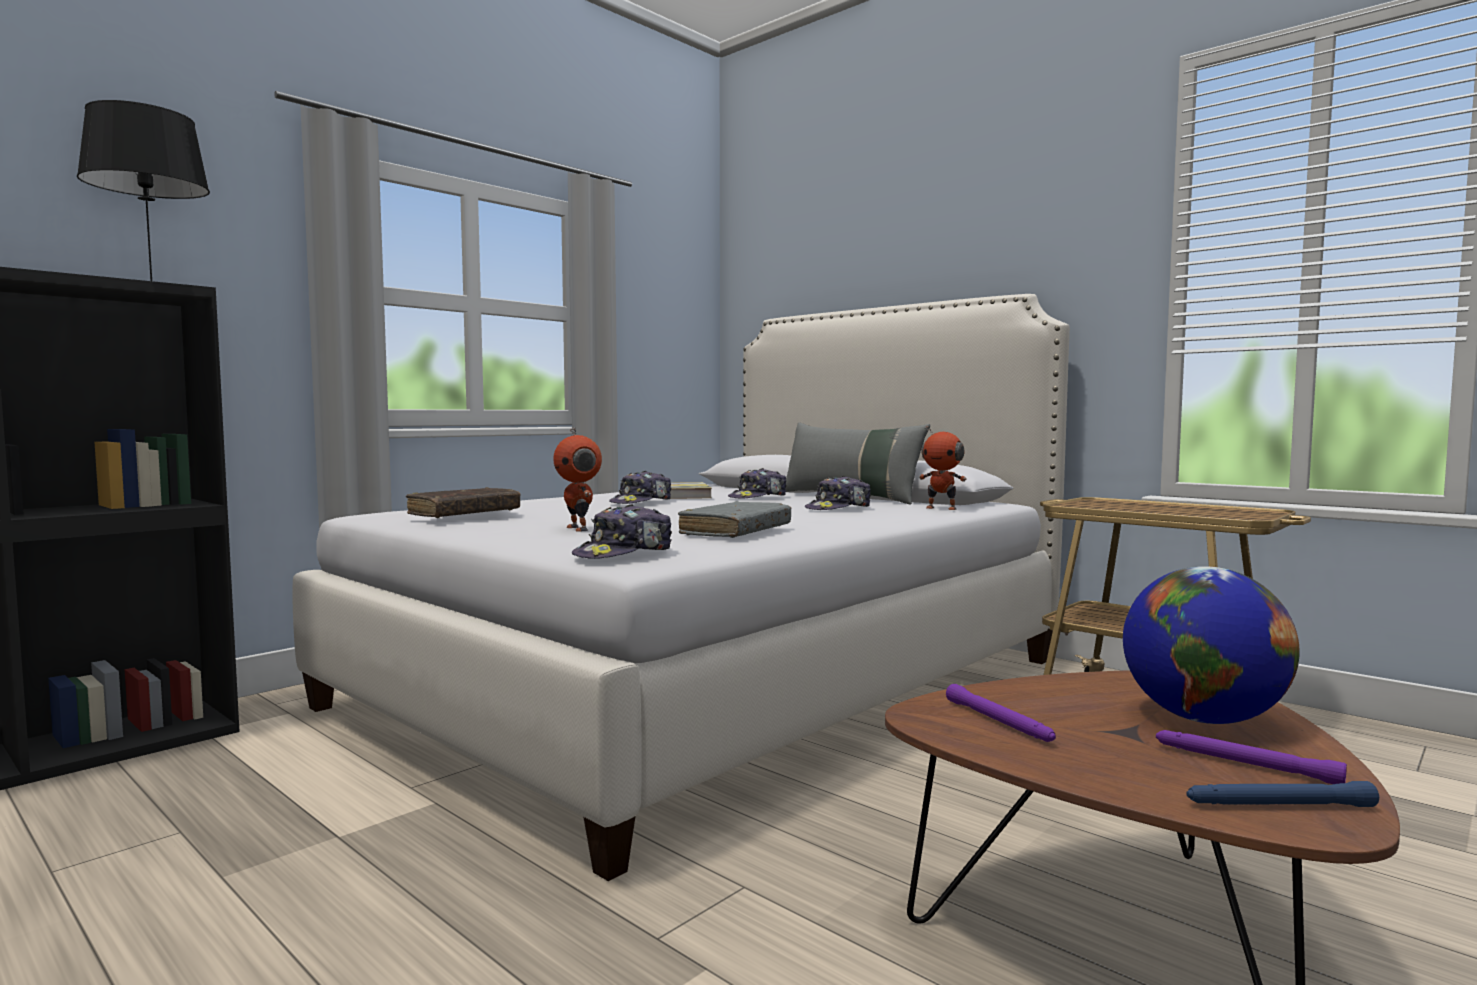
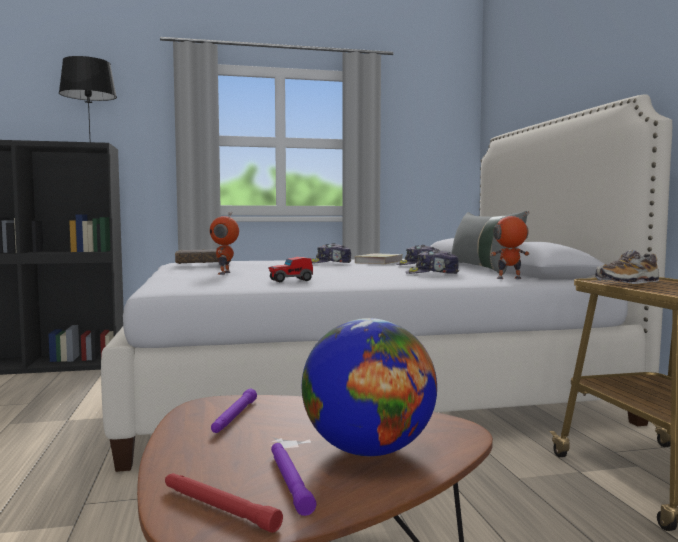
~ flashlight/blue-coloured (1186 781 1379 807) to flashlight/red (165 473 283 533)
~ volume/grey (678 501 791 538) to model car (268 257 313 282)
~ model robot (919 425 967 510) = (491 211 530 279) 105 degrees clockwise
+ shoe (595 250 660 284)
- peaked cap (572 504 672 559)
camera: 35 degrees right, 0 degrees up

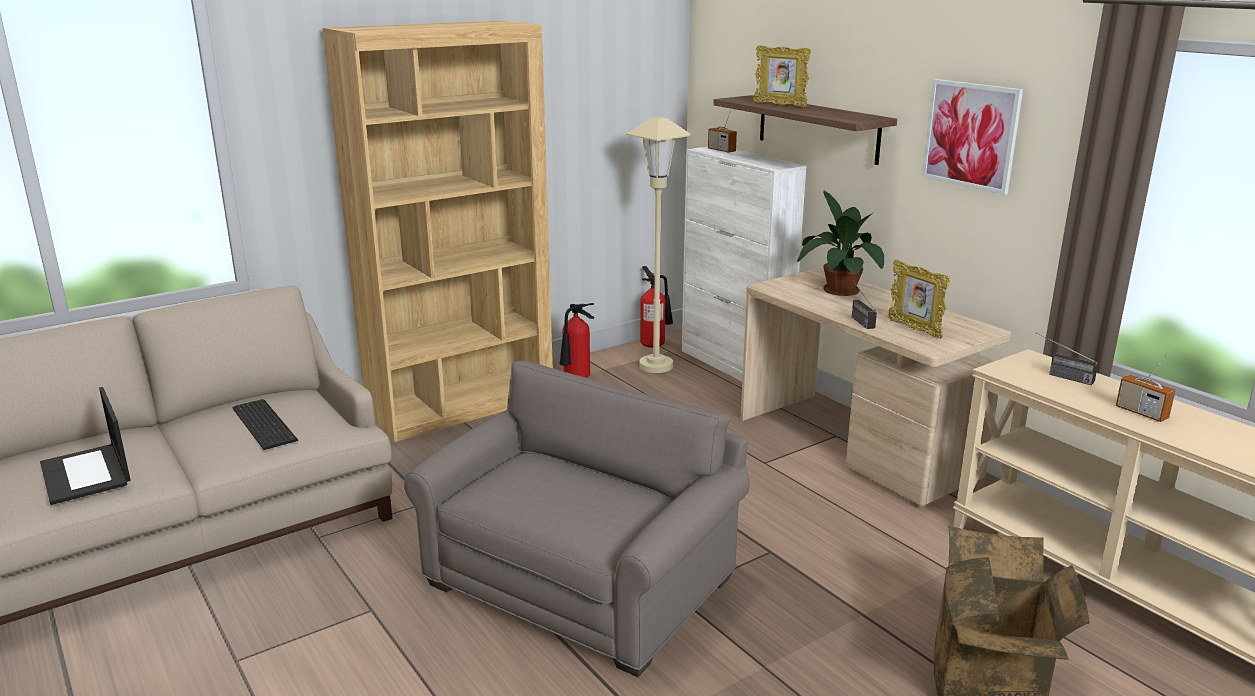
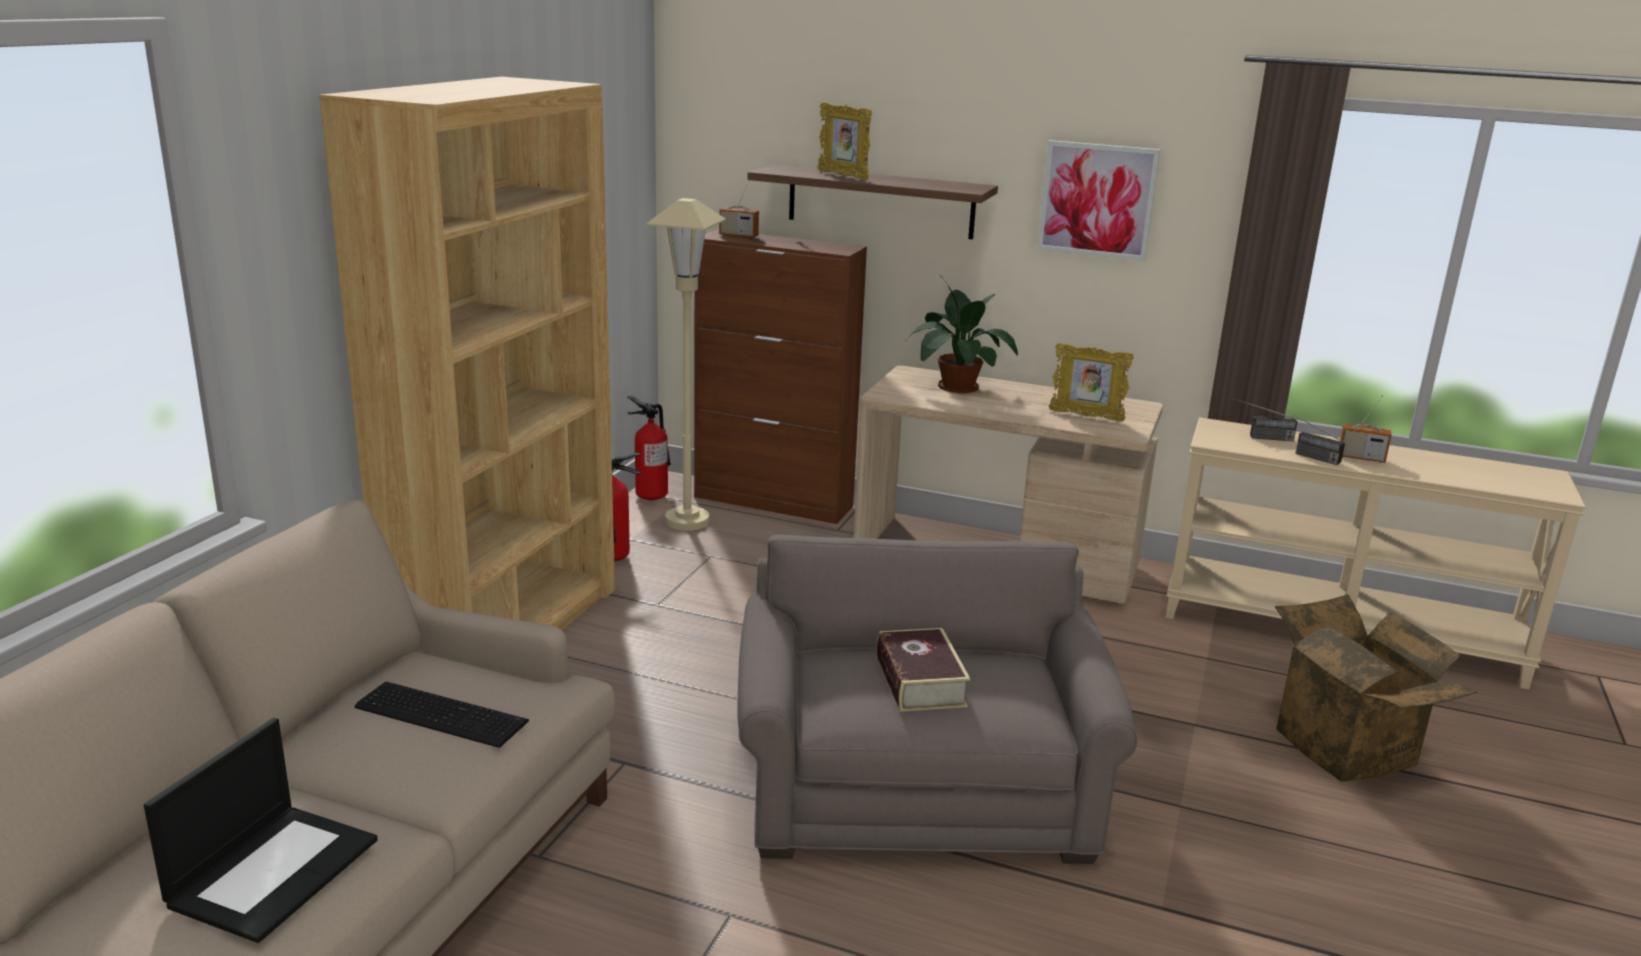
~ notebook computer (40 387 130 505) = (144 718 378 943) 90 degrees counterclockwise
~ storage cabinet/white (682 147 806 381) to storage cabinet/brown (694 229 867 524)
~ standing frame (753 45 811 107) = (818 102 872 180) 45 degrees clockwise
+ volume (877 628 970 712)
~ radio (852 281 877 329) to (1284 410 1345 465)
camera: 35 degrees left, 0 degrees up

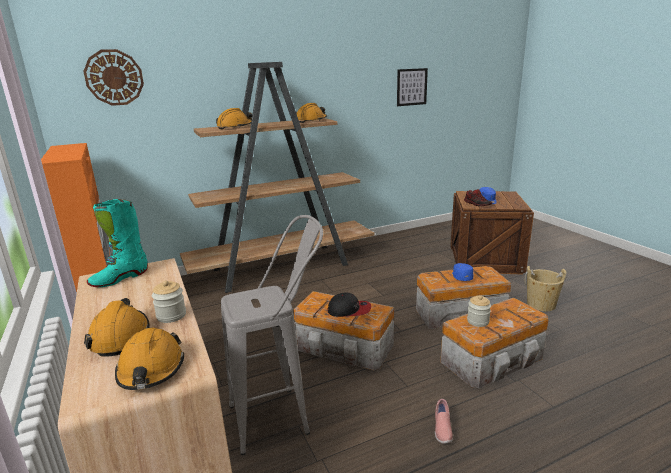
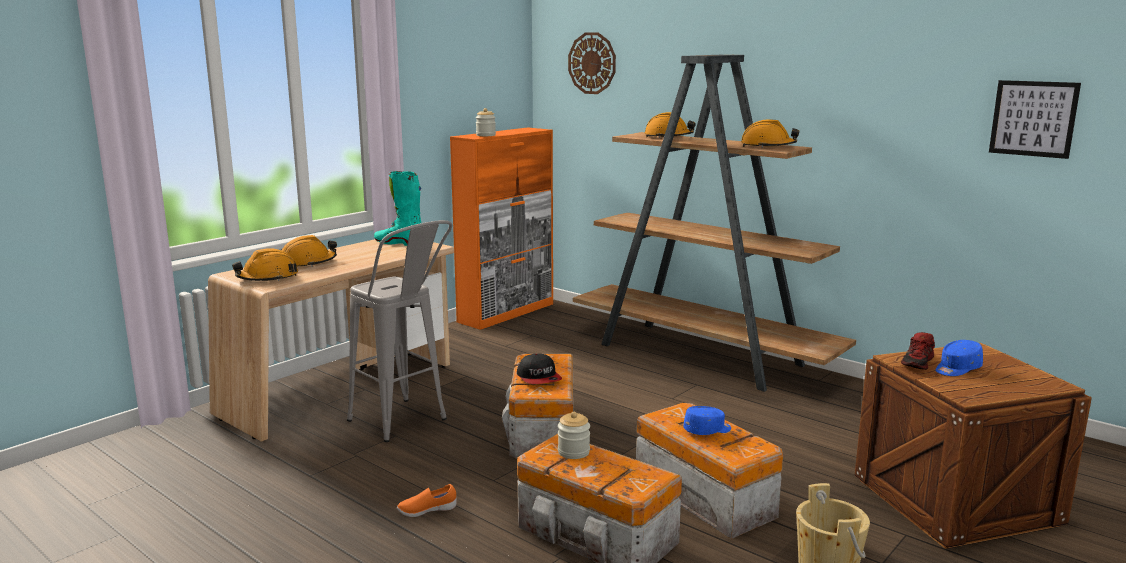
~ shoe/pinkish (435 399 453 444) to shoe/orangey (397 484 457 517)
~ jar (152 280 186 323) to (476 108 496 136)
camera: 65 degrees right, 5 degrees down

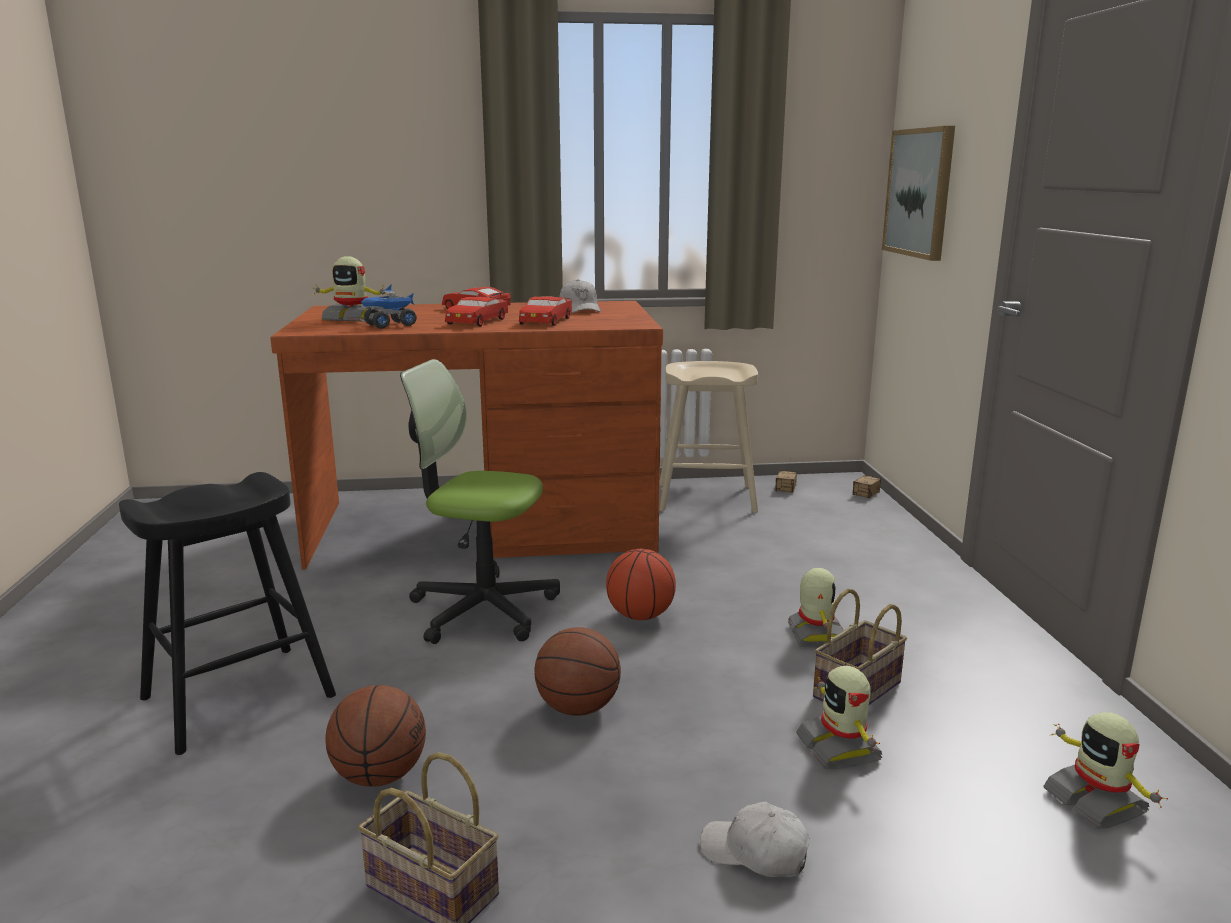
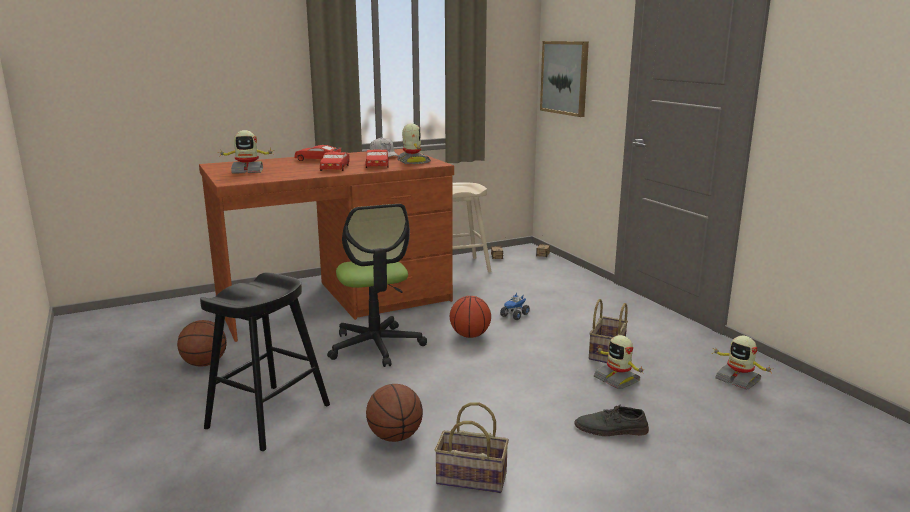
~ basketball ball (534 627 621 716) to (177 320 227 367)
~ computer chair (400 359 560 644) = (327 204 427 367) 105 degrees counterclockwise
~ model robot (788 568 843 648) to (397 123 431 164)
~ model truck (361 285 417 329) to (500 293 530 320)
~ peaked cap/white (700 802 810 878) to shoe/grey (575 404 649 436)
camera: 20 degrees left, 0 degrees up

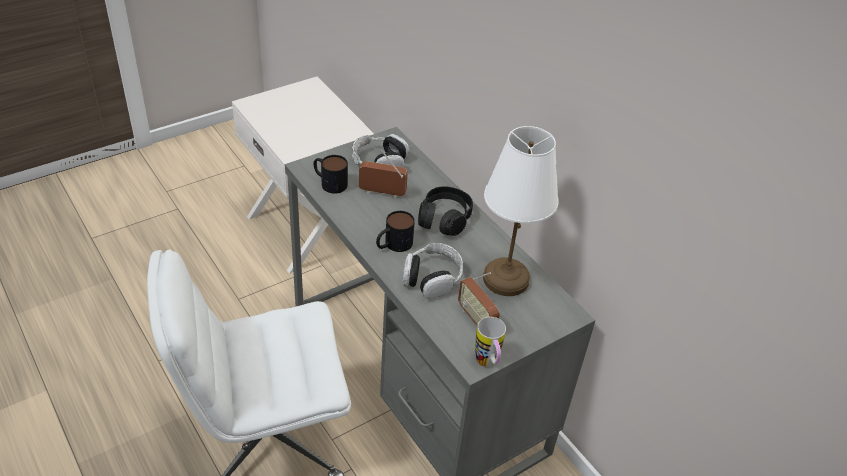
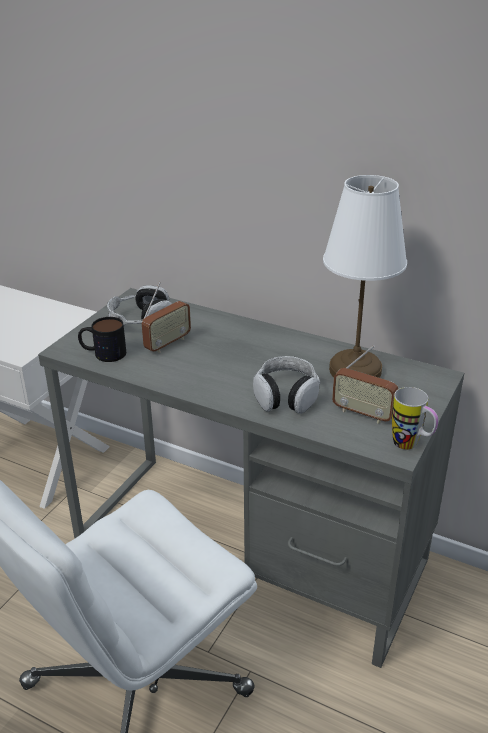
~ radio (359 150 408 198) = (142 282 191 353) 150 degrees clockwise
- tea mug (376 211 415 252)
- headphones/blackish (418 186 473 236)
camera: 25 degrees left, 10 degrees down

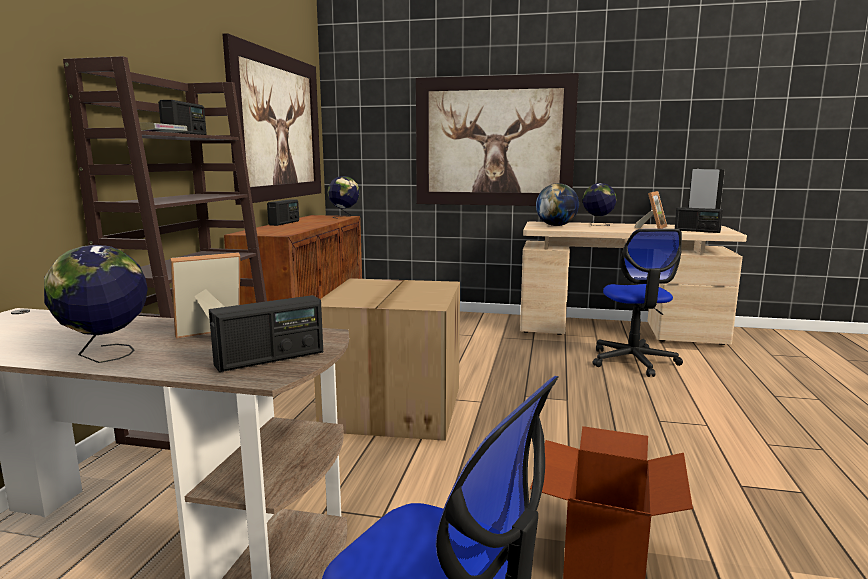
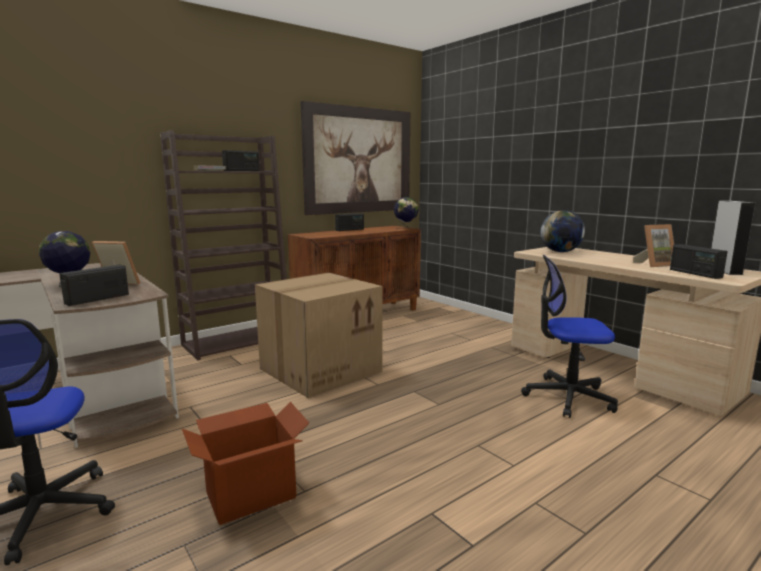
~ radio (209 295 323 372) = (59 265 129 306) 120 degrees clockwise
~ computer chair (593 229 683 377) = (521 255 618 418) 60 degrees clockwise
- wall picture (416 73 579 206)
- world globe (583 183 617 226)
camera: 40 degrees right, 0 degrees up

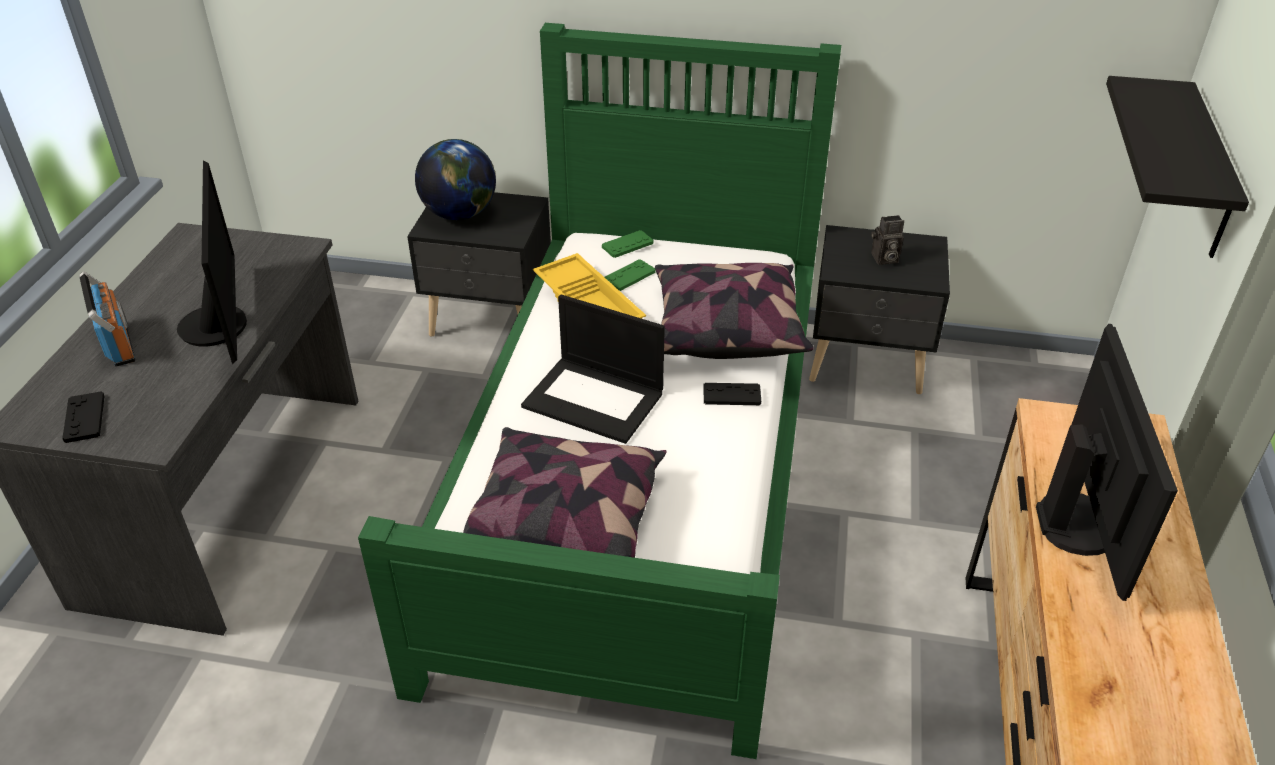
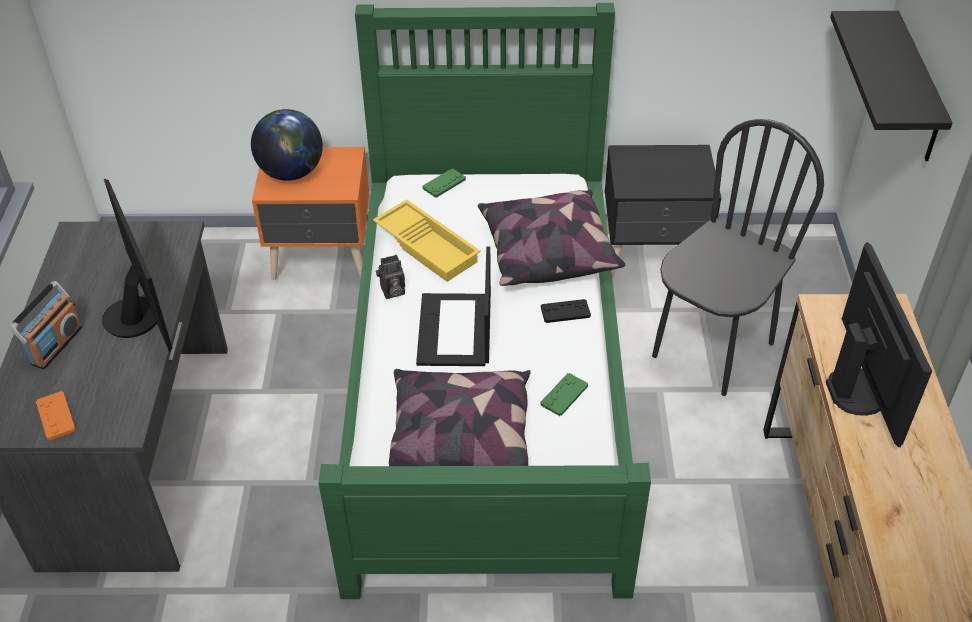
~ radio (79 271 136 367) = (9 281 83 369) 60 degrees clockwise
~ gamepad/blackish (62 391 104 443) to gamepad/orangey (36 391 76 441)
~ nightstand/blackish (407 192 551 336) to nightstand/orangey (252 147 369 280)
~ still camera (871 215 904 265) to (376 255 405 299)
~ notebook computer (521 294 665 444) = (416 247 491 366) 75 degrees clockwise
~ gamepad/green (605 259 656 291) to (541 373 588 416)
+ plain chair/blackish (652 119 824 396)
camera: 10 degrees left, 5 degrees up

